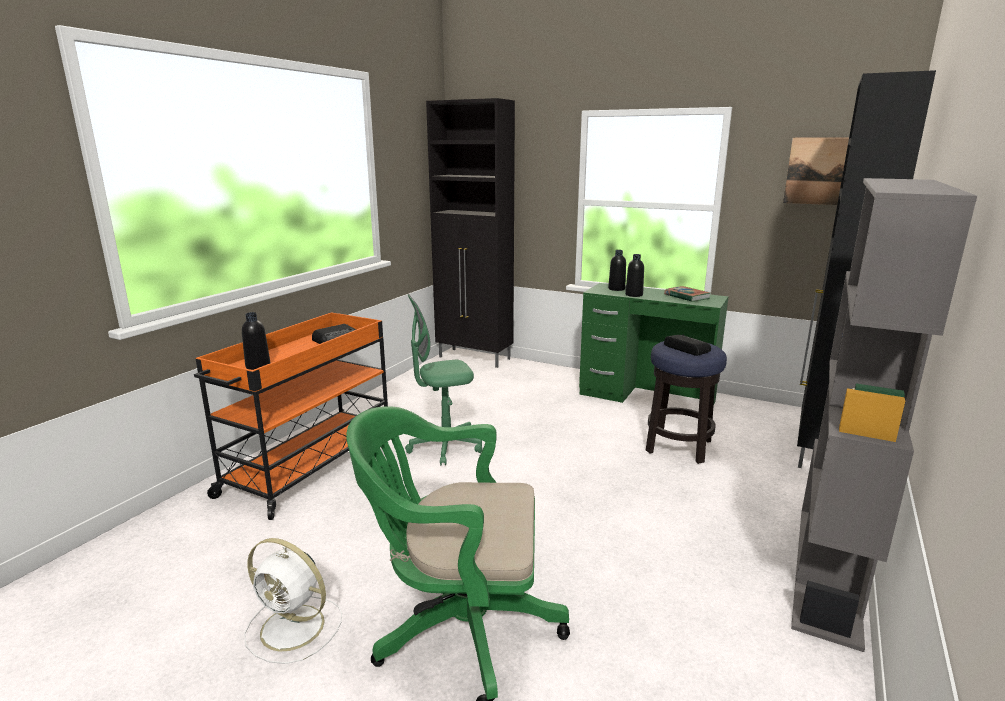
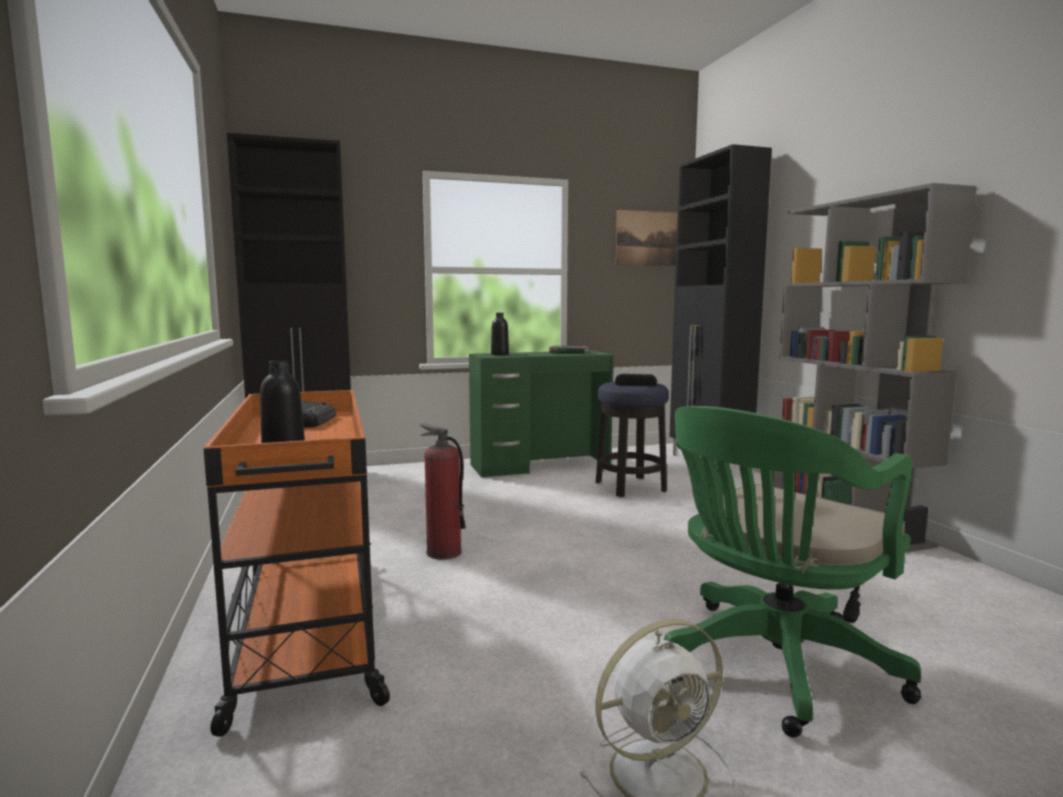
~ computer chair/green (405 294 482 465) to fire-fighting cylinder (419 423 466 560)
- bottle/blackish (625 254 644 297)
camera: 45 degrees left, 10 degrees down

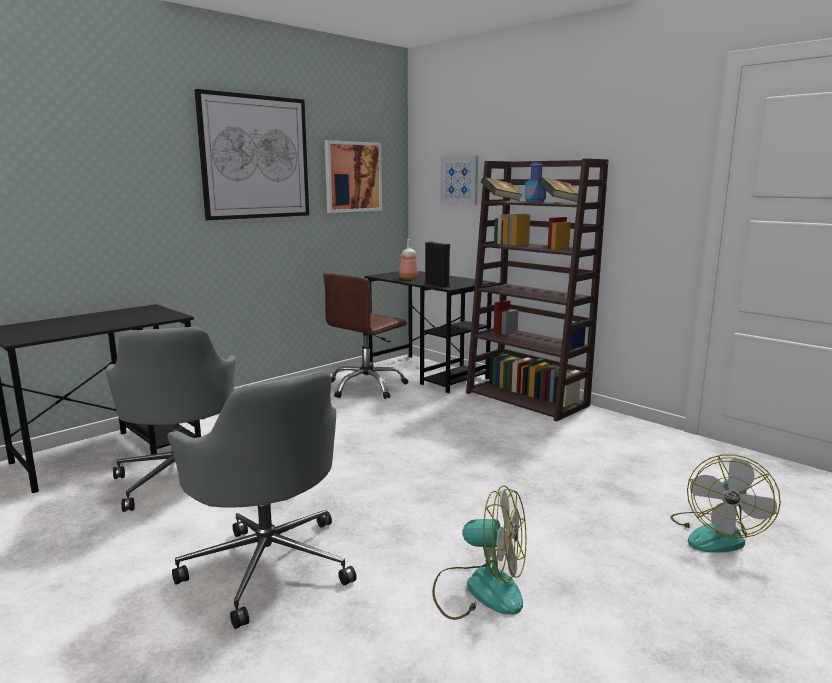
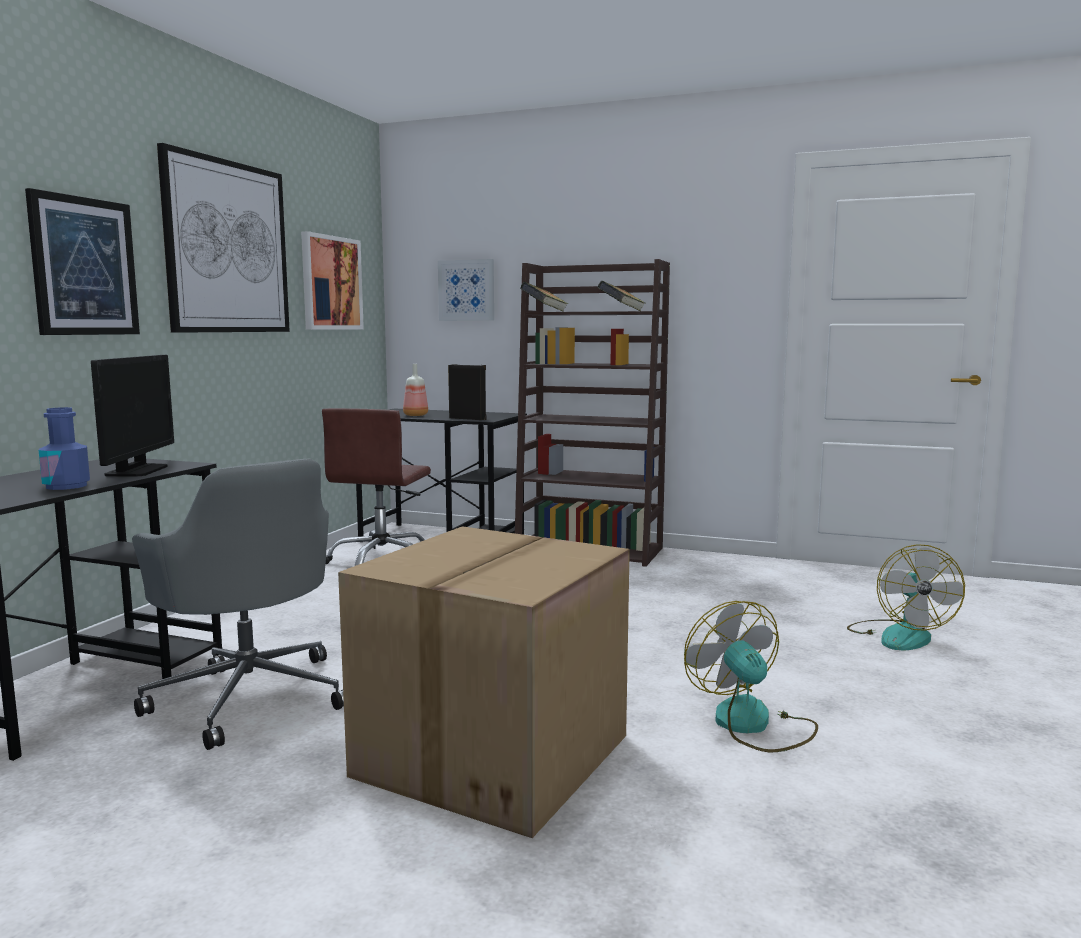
+ wall picture (25 188 140 335)
~ bottle/blue-coloured (524 162 546 202) to (39 407 90 490)
+ monitor (91 355 174 477)
~ computer chair/grey (167 370 357 629) to packing box (338 526 630 838)
~ cooling fan (432 485 527 620) = (684 601 818 753) 105 degrees counterclockwise
camera: 25 degrees left, 5 degrees down

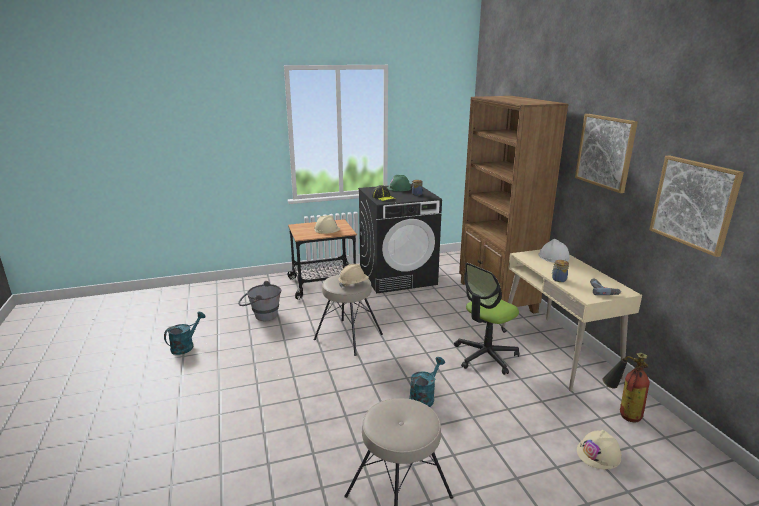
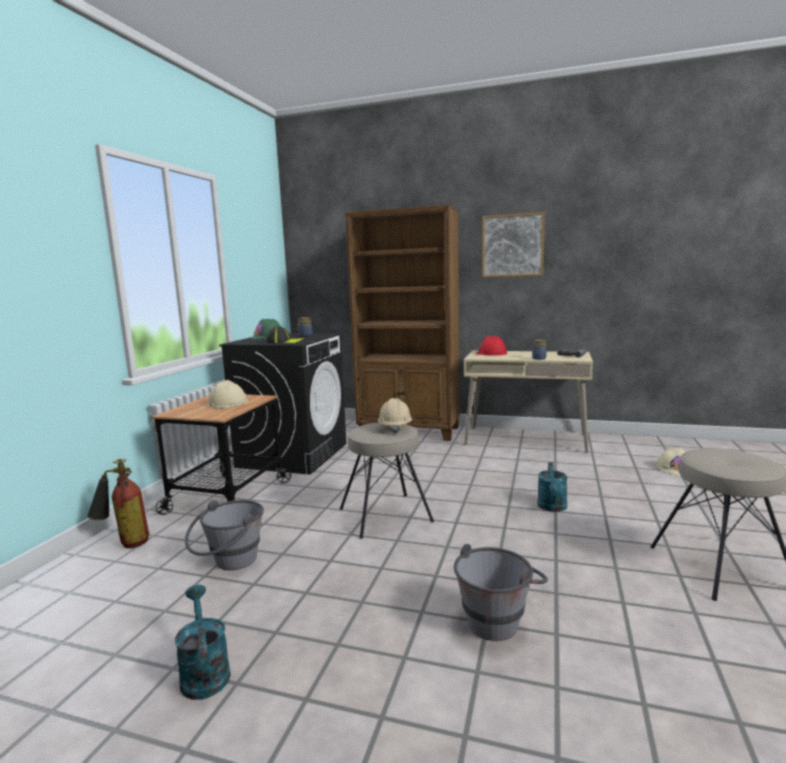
~ fire-fighting cylinder (603 353 650 422) to (87 459 149 548)
+ bucket/grey (454 544 548 641)
~ hard hat/white (538 239 570 263) to hard hat/red (476 336 507 355)
~ sprinkling can/turquoise-coloured (409 357 445 407) = (538 462 568 512) 150 degrees counterclockwise
- computer chair (454 263 519 375)
- wall picture (649 155 744 257)
camera: 55 degrees left, 10 degrees down

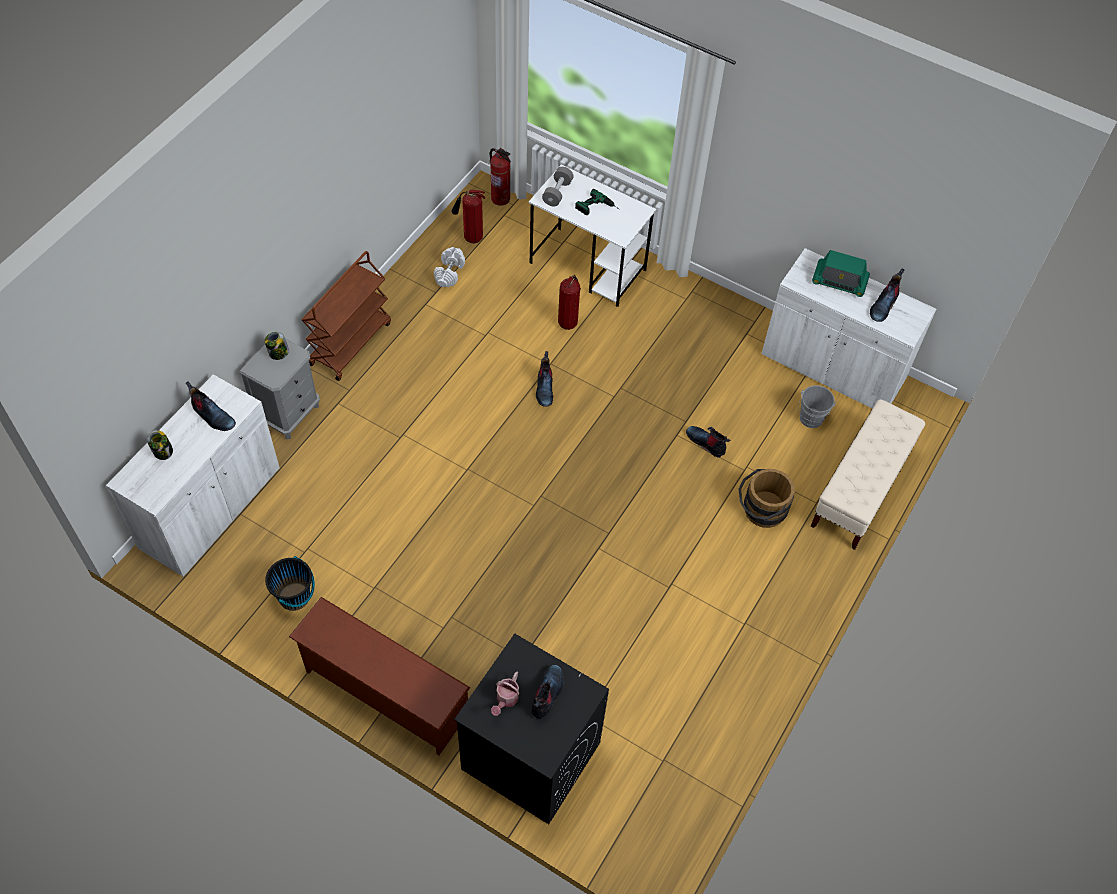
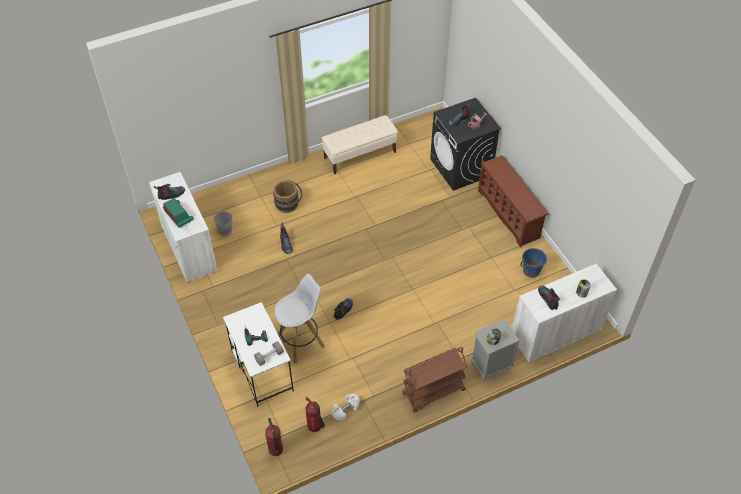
~ fire-fighting cylinder (558 275 581 330) to stool/white (275 274 325 364)
~ bench/sand-coloured (810 399 925 550) to (322 115 398 174)
~ bucket/blackish (265 556 315 611) to bucket/blue-coloured (520 248 547 278)
camera: 145 degrees left, 5 degrees down

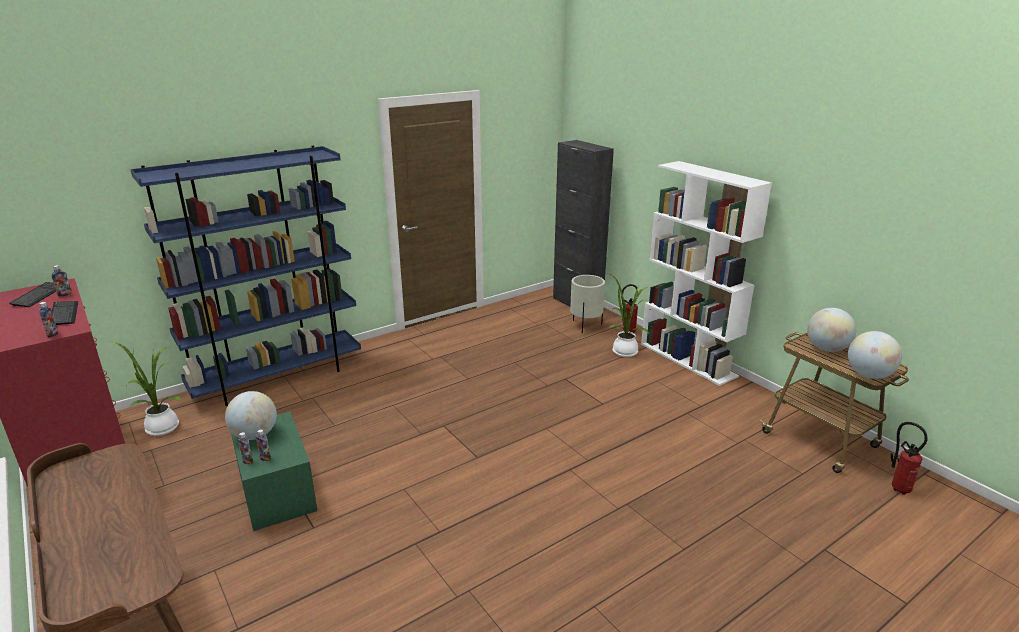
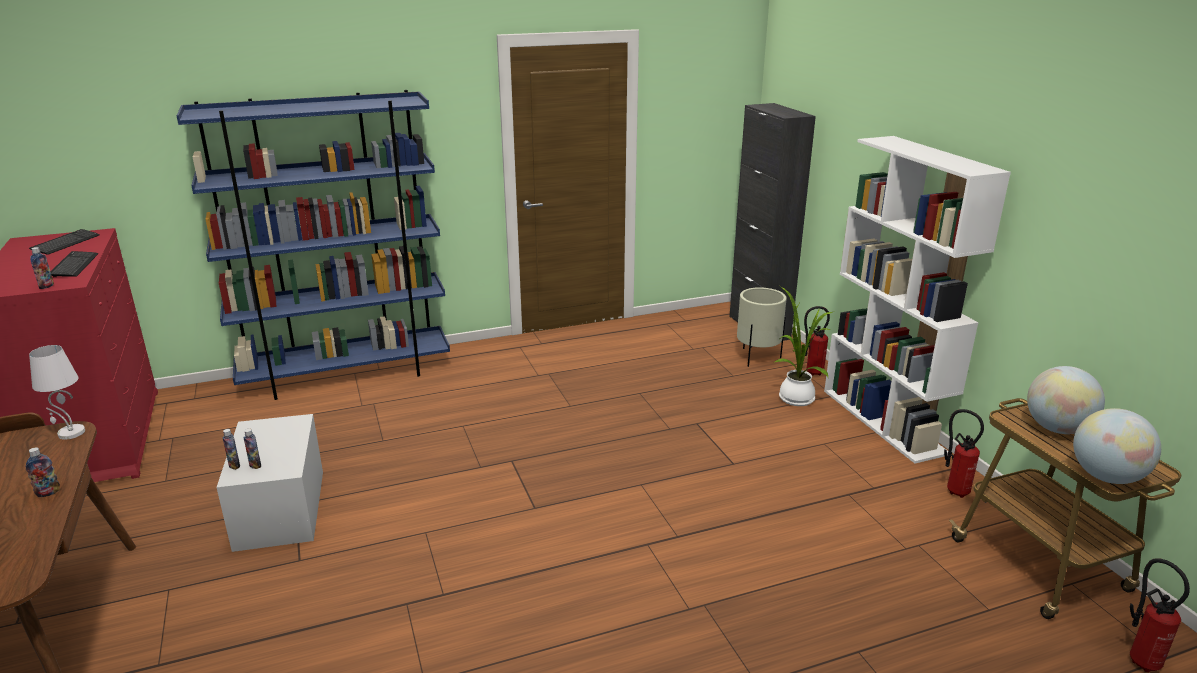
~ bottle (52 265 72 297) to (26 447 60 497)
+ table lamp/white (29 345 85 440)
~ storage bin/green (231 412 318 531) to storage bin/white (216 414 323 552)
+ fire-fighting cylinder (944 409 984 498)
- potted plant (110 341 184 436)
- world globe (225 391 277 440)
camera: 15 degrees right, 0 degrees up

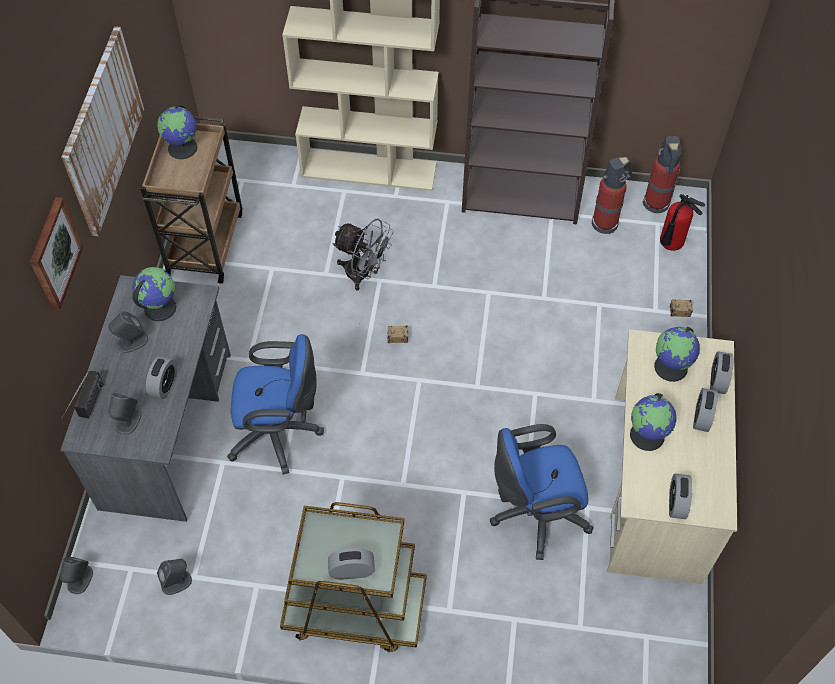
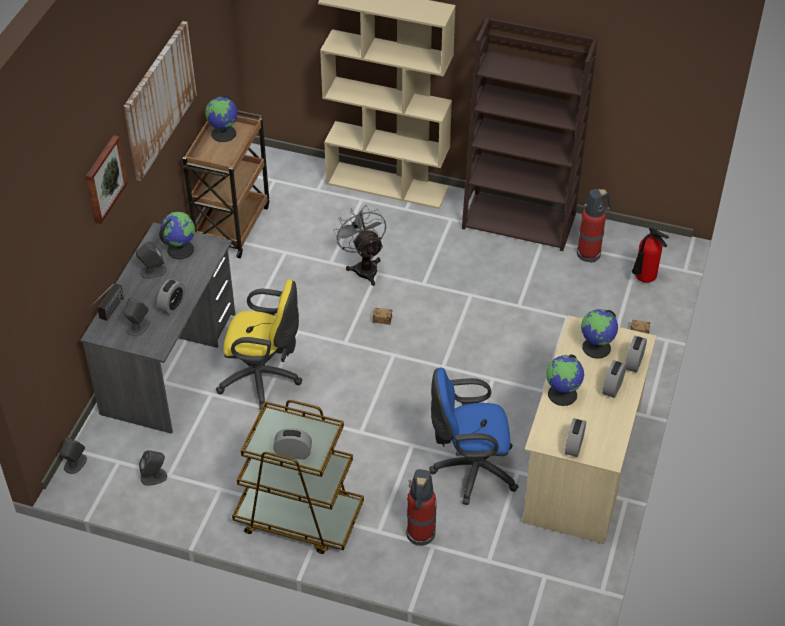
~ computer chair/blue-coloured (227 334 324 475) to computer chair/yellow (216 279 302 410)
~ cooling fan/grey (332 219 394 291) = (333 205 386 286) 150 degrees counterclockwise
~ fire-fighting cylinder (643 136 681 213) to (406 469 437 546)
camera: 10 degrees right, 10 degrees down

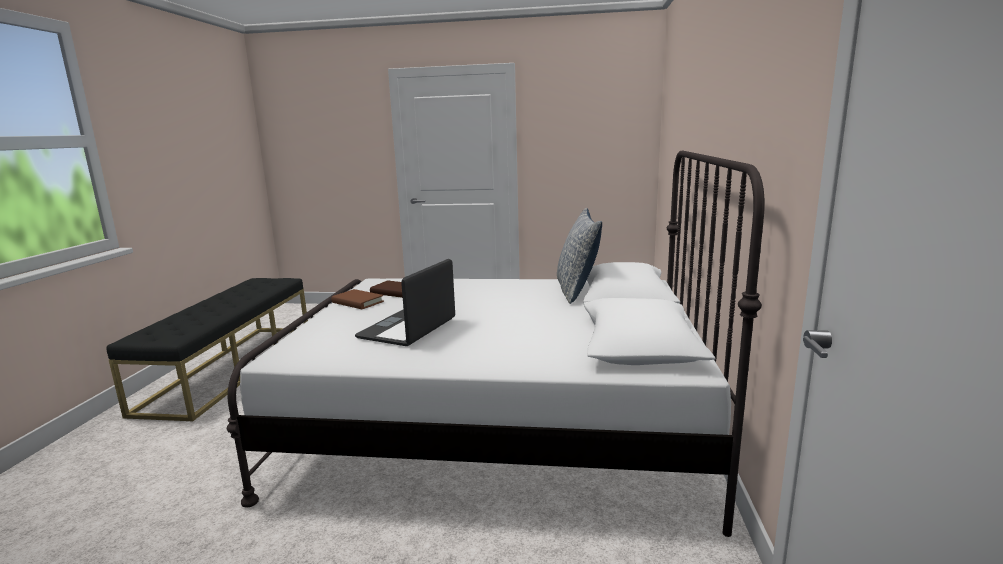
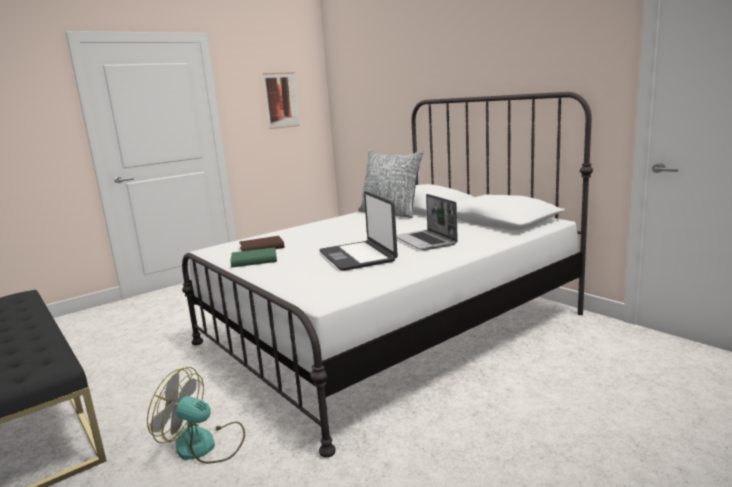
+ cooling fan (147 367 245 464)
~ volume/brown (331 289 384 309) to volume/green (231 247 277 267)
+ wall picture (263 72 300 129)
+ notebook computer (396 194 458 250)
camera: 45 degrees left, 0 degrees up

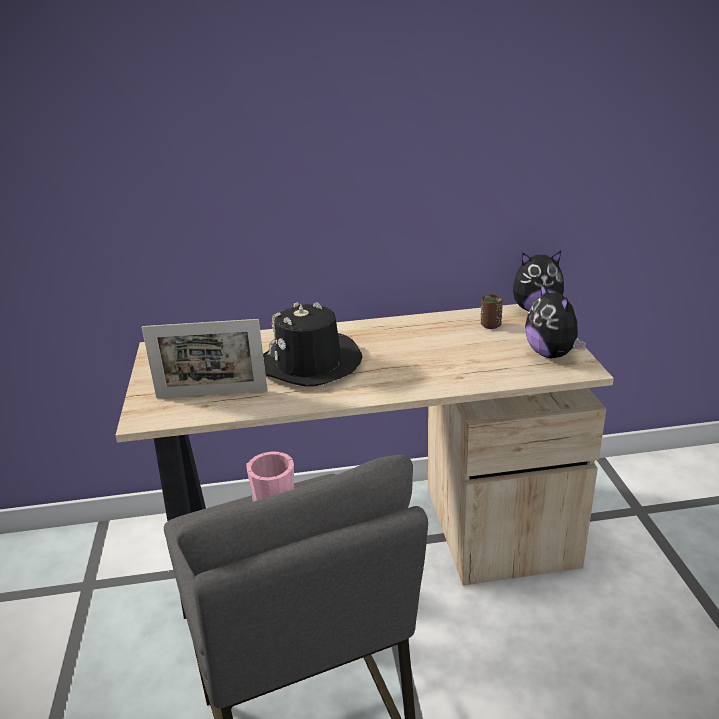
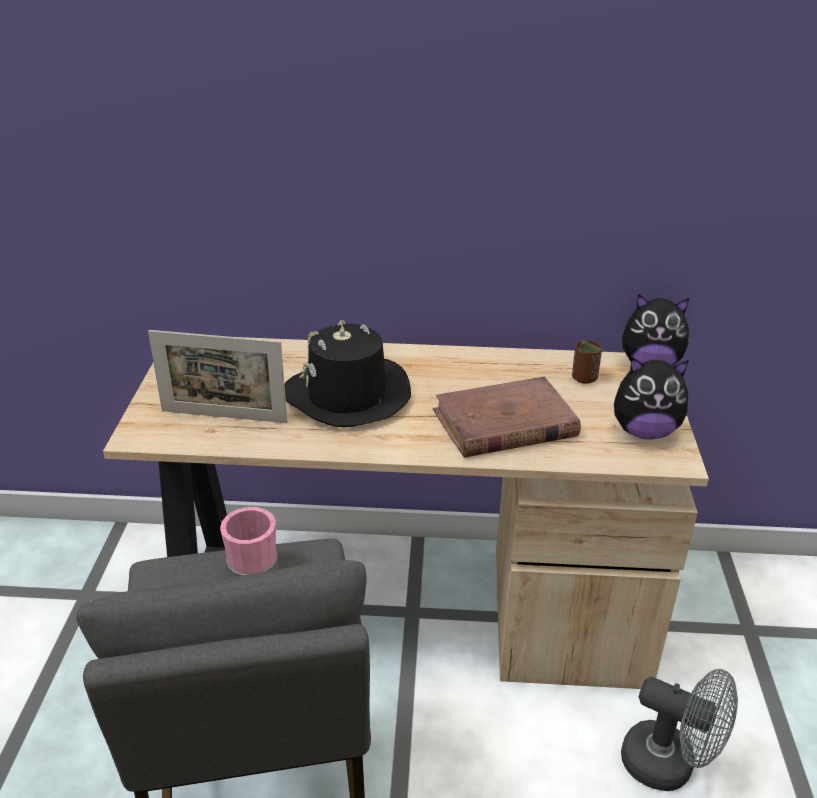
+ volume/brown (433 377 581 458)
~ plush toy (525 283 586 358) = (614 357 689 439) 75 degrees counterclockwise
+ cooling fan/grey (621 669 738 791)
camera: 10 degrees right, 5 degrees up

